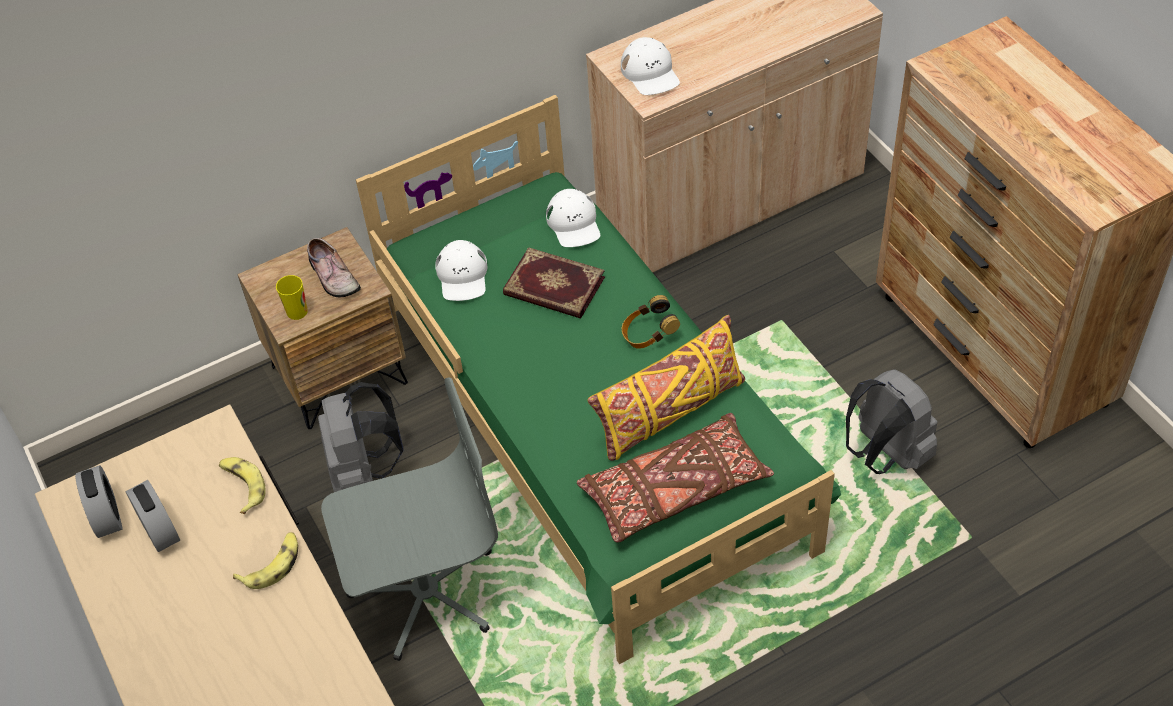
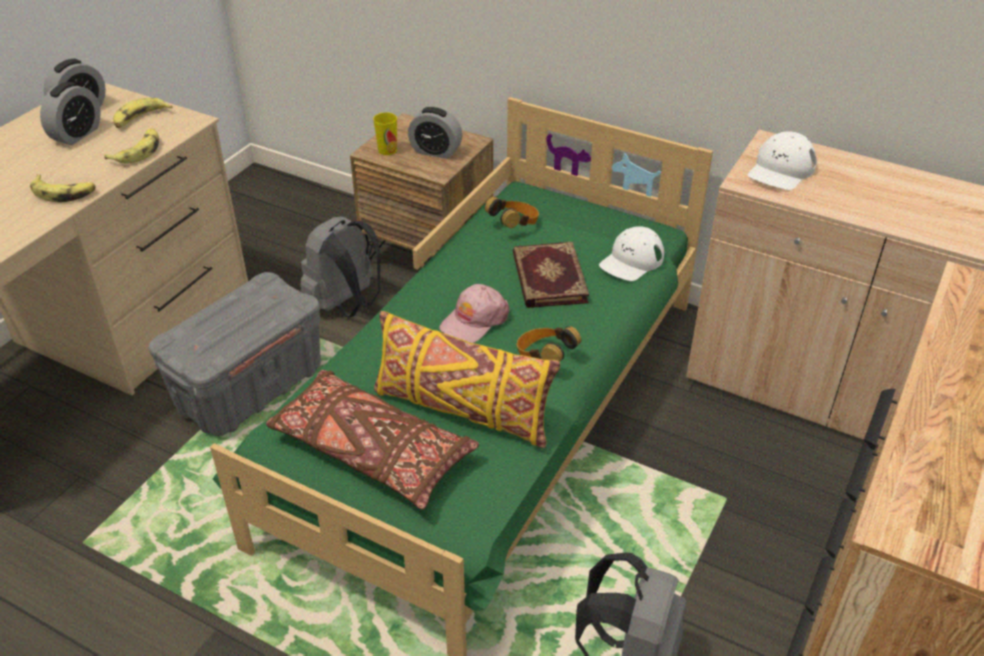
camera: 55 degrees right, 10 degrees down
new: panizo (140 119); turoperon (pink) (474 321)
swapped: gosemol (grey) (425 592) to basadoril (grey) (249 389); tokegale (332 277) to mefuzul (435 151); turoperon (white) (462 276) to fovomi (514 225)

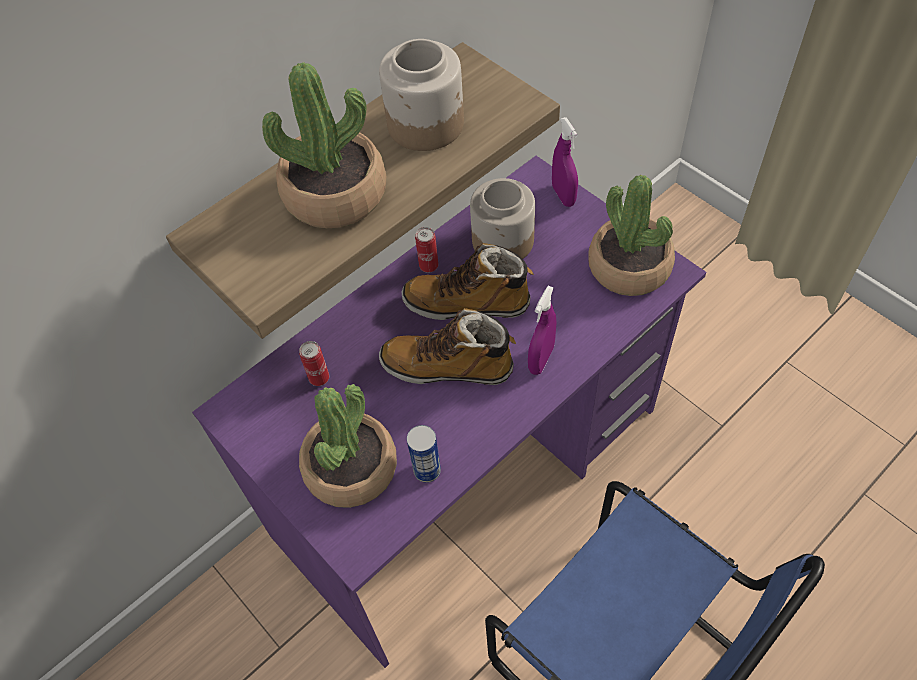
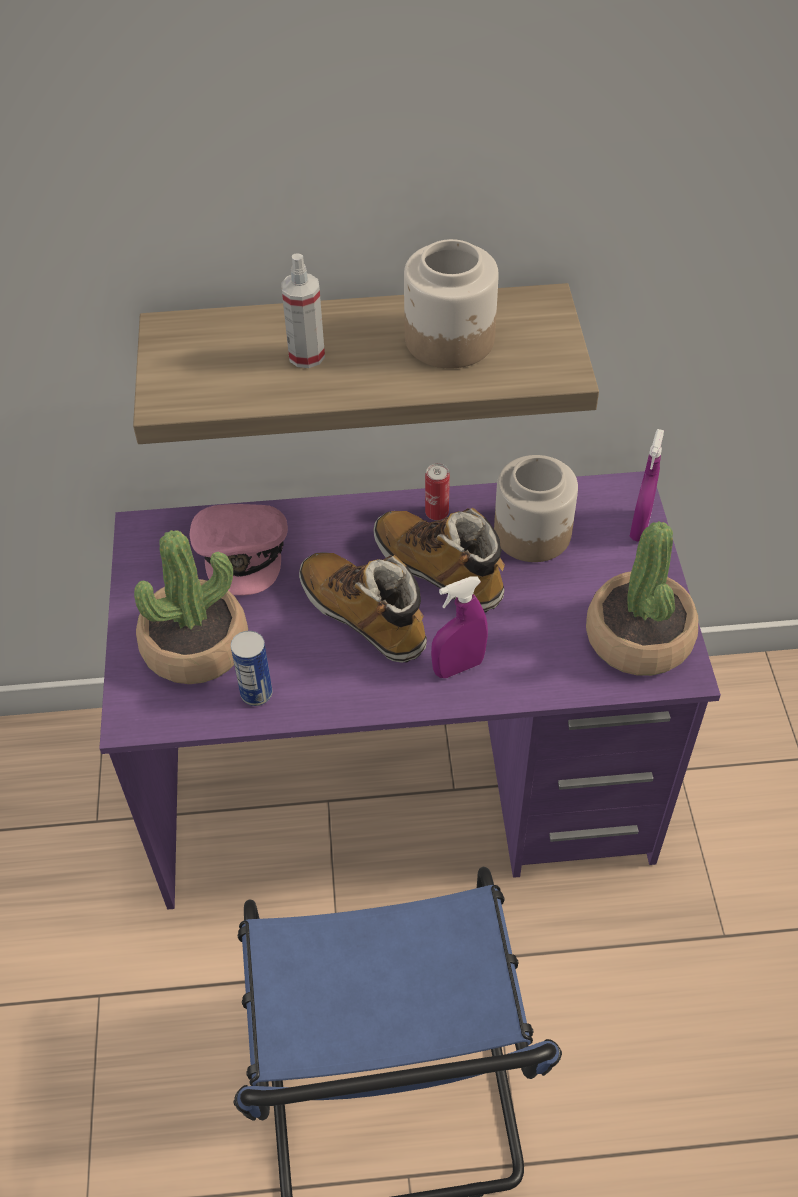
camera: 35 degrees right, 5 degrees down
swapped: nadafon (319 378) to turoperon (pink) (242 551); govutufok (335 194) to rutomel (306 355)

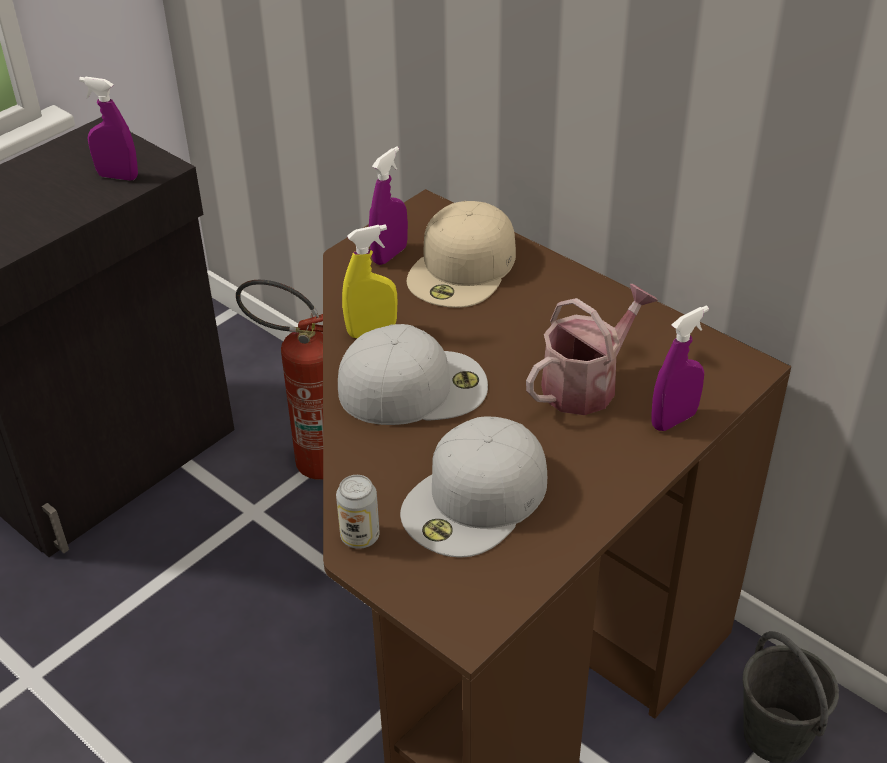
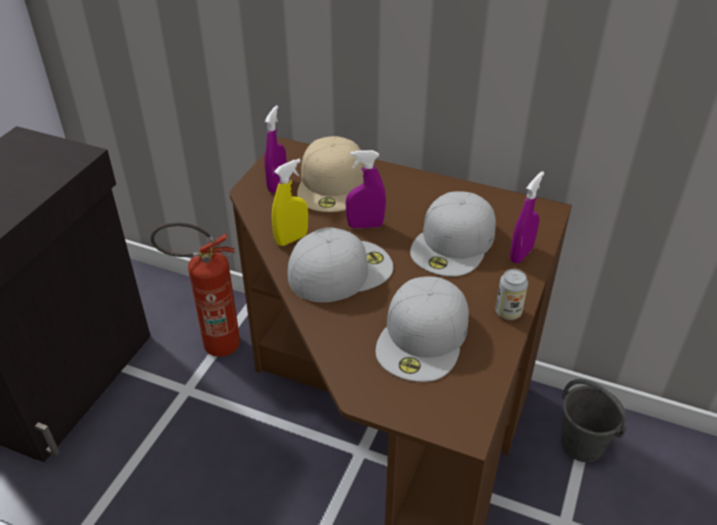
camera: 20 degrees left, 0 degrees up
shifted: rutomel (purple) (118 176) to (365 225); nadafon (360 536) to (508 312)
swapped: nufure (586 384) to turoperon (white) (454 243)

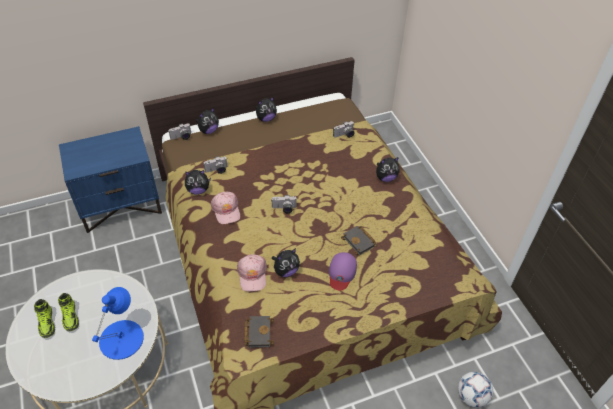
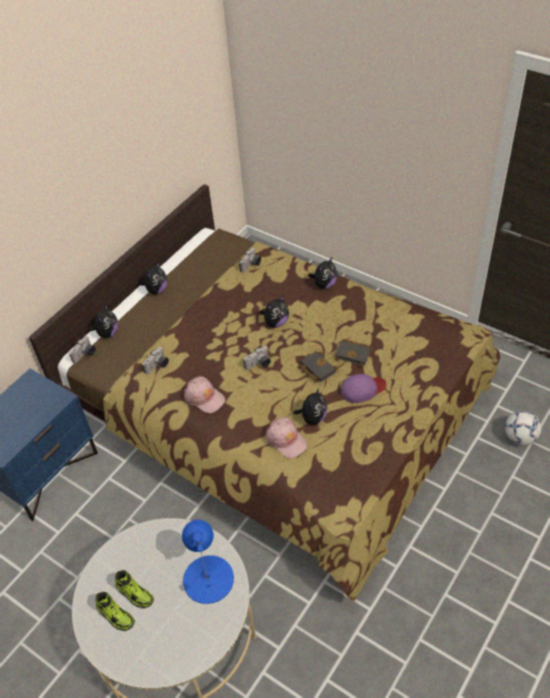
camera: 30 degrees left, 0 degrees up
shifted: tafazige (198 190) to (276 322); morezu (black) (258 332) to (316 369)
rotated: turoperon (purple) (342 272) = (362 389) 90 degrees counterclockwise

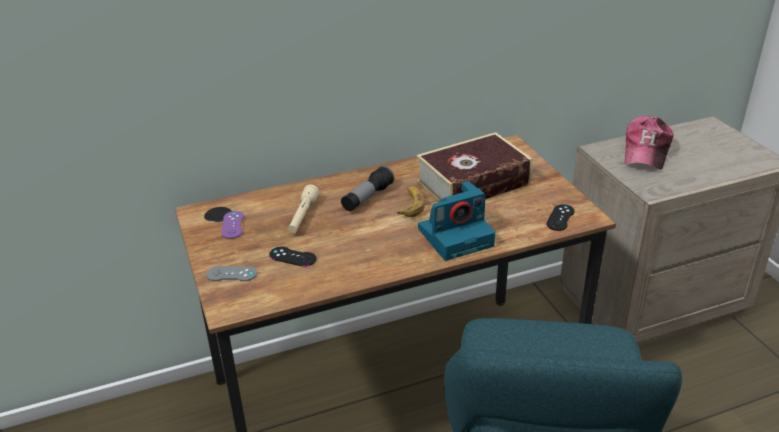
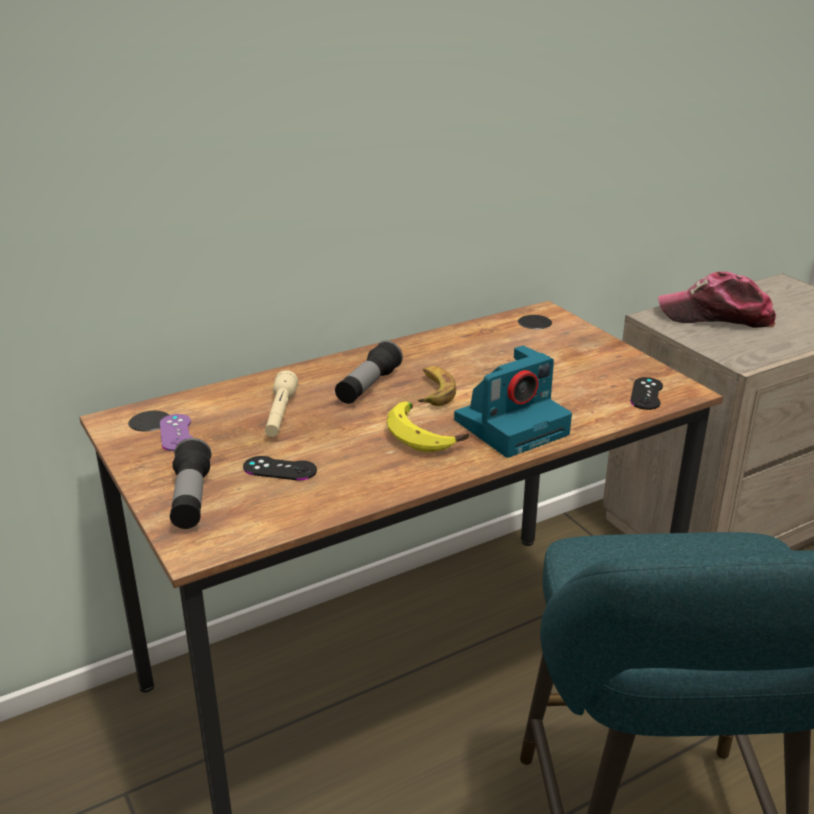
camera: 10 degrees left, 5 degrees down
gone: morezu (473 183)
new: panizo (426 434)
swapped: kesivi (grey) (231 274) to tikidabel (191 499)
rotated: turoperon (646 151) = (716 316) 90 degrees clockwise

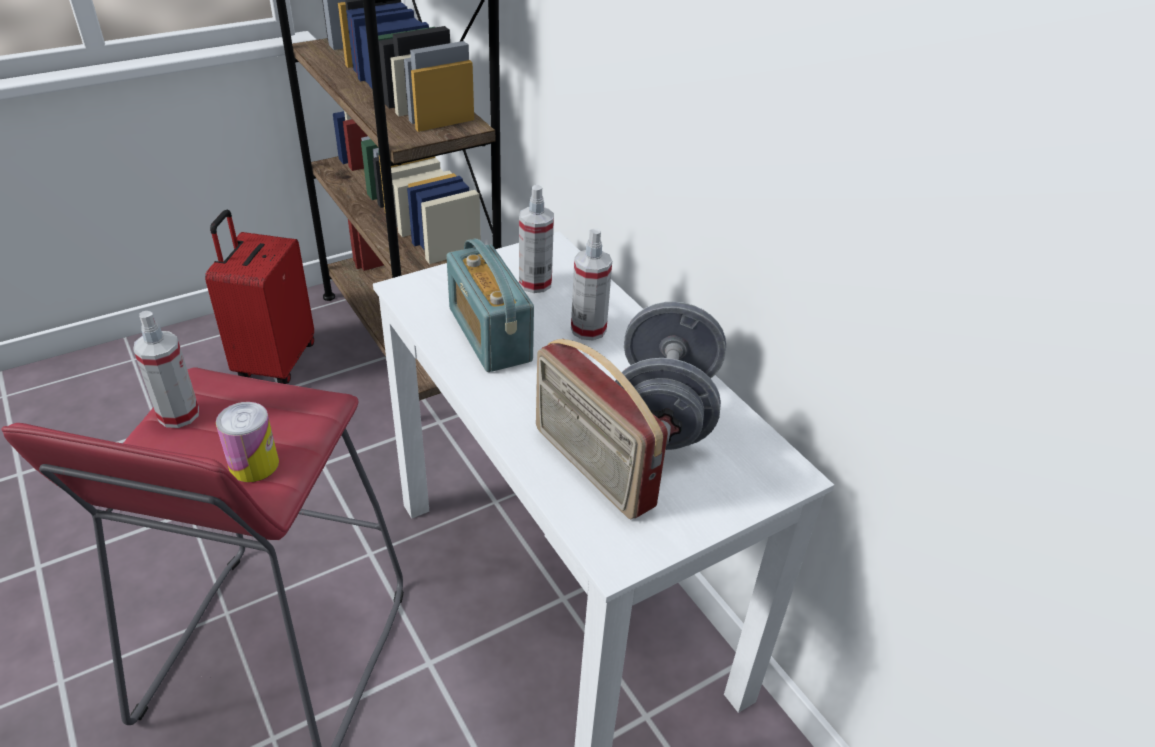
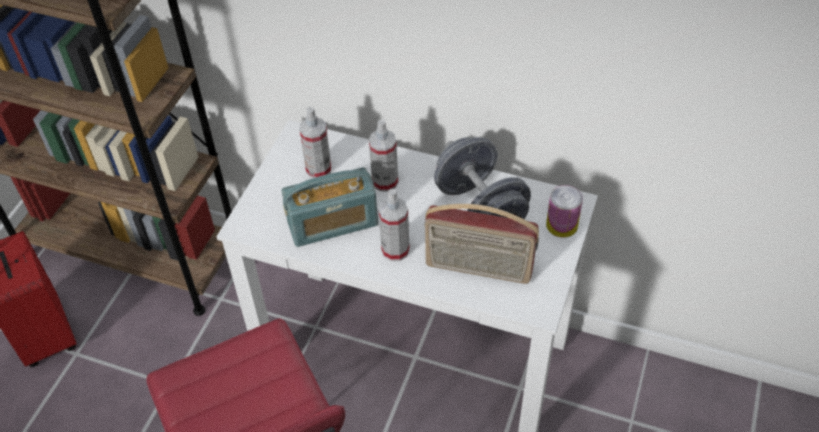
camera: 35 degrees left, 10 degrees up
shifted: rutomel (179 414) to (395 250); nadafon (254 464) to (562 225)
rotated: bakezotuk (489 334) = (332 224) 45 degrees counterclockwise

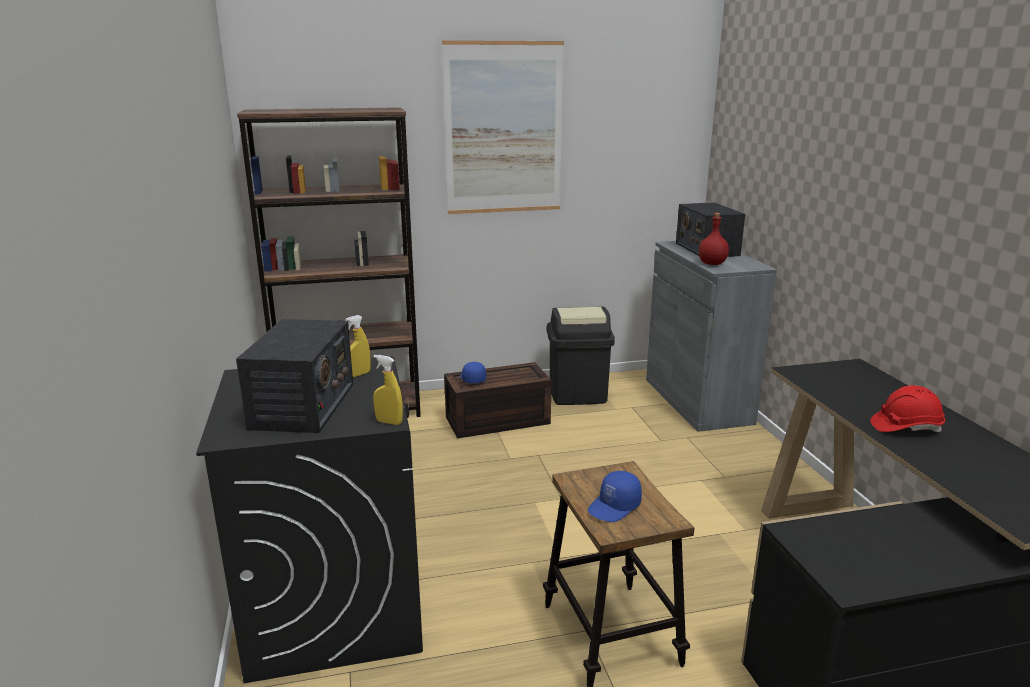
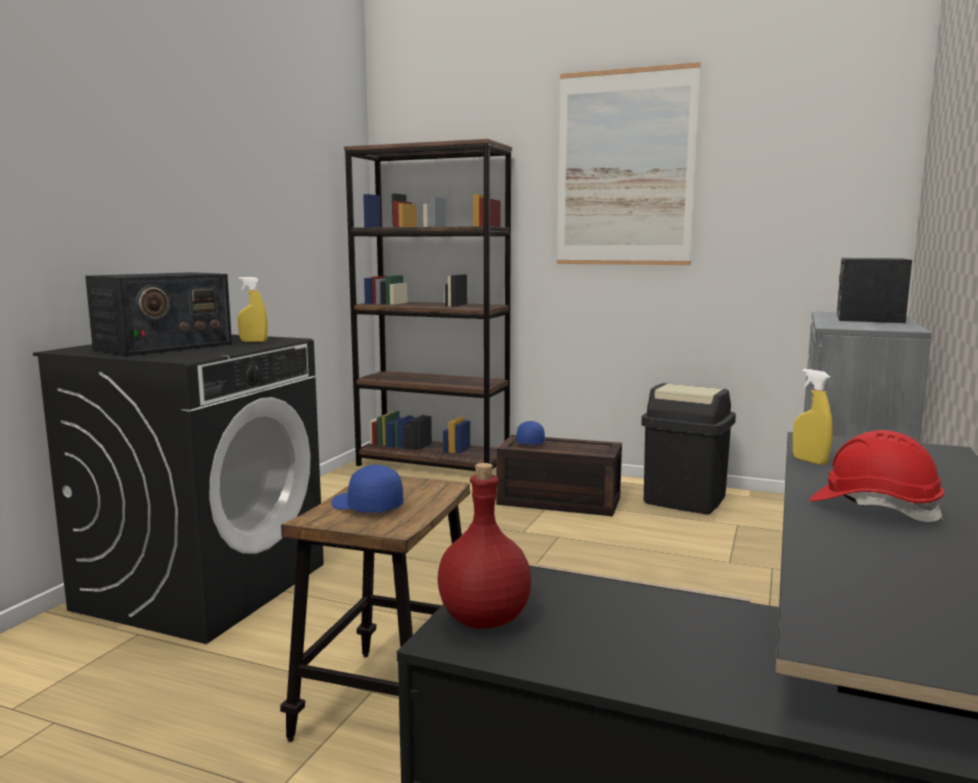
camera: 35 degrees right, 10 degrees down
shifted: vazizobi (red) (711 263) to (484 618); rutomel (yellow) (389 422) to (809 461)
rotated: turoperon (blue) (615 507) = (366 506) 45 degrees clockwise

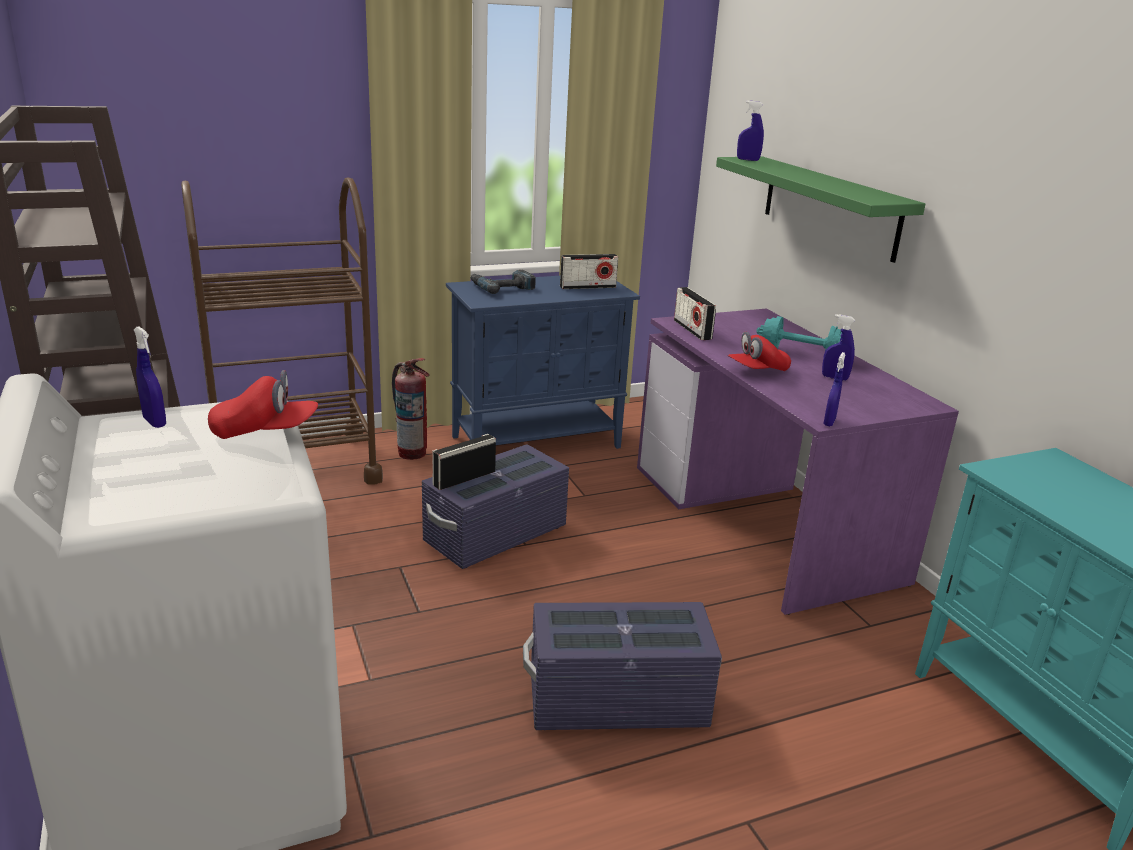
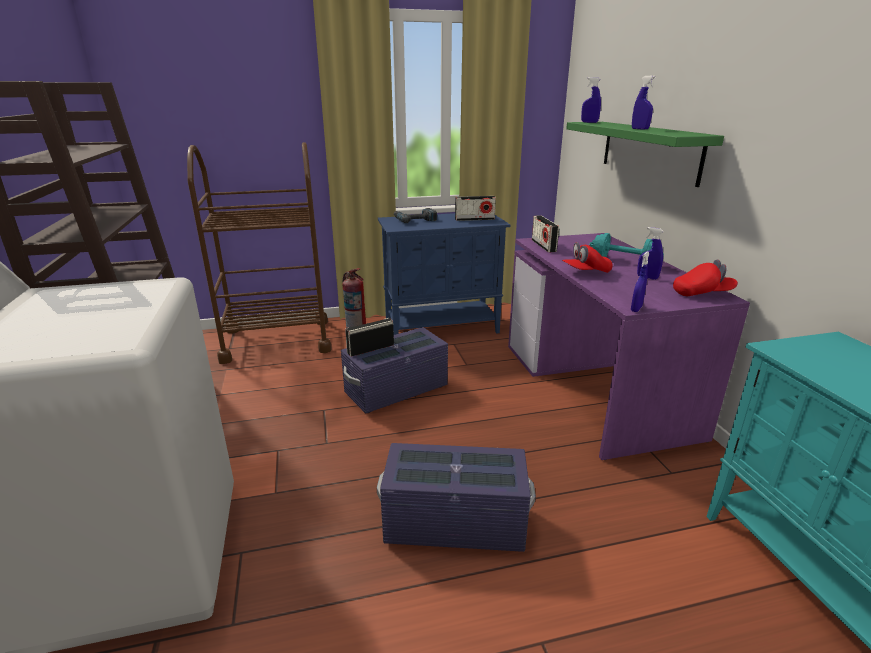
camera: 10 degrees right, 0 degrees up
shifted: rutomel (blue) (154 422) to (640 129); turoperon (red) (265 432) to (702 293)

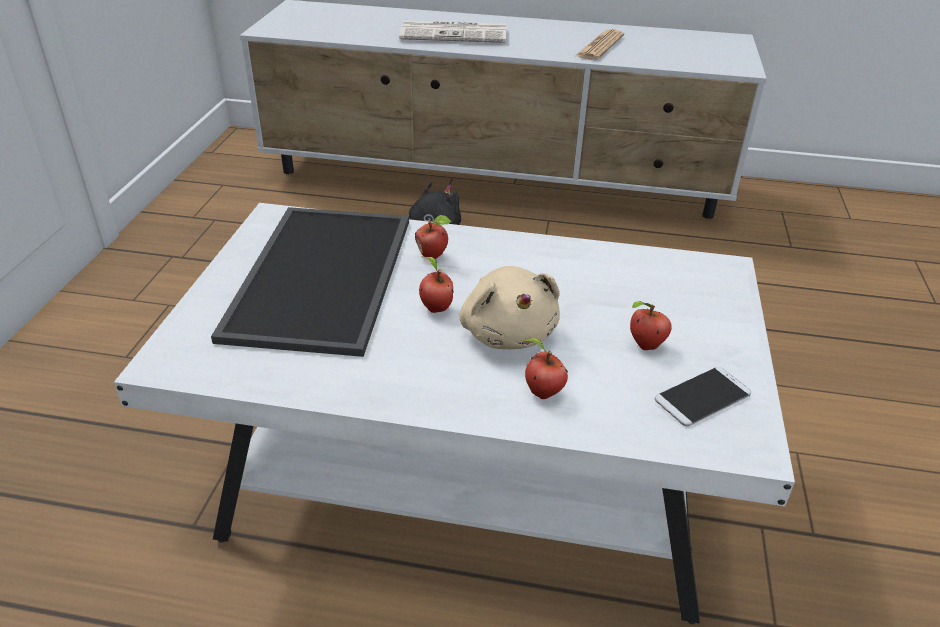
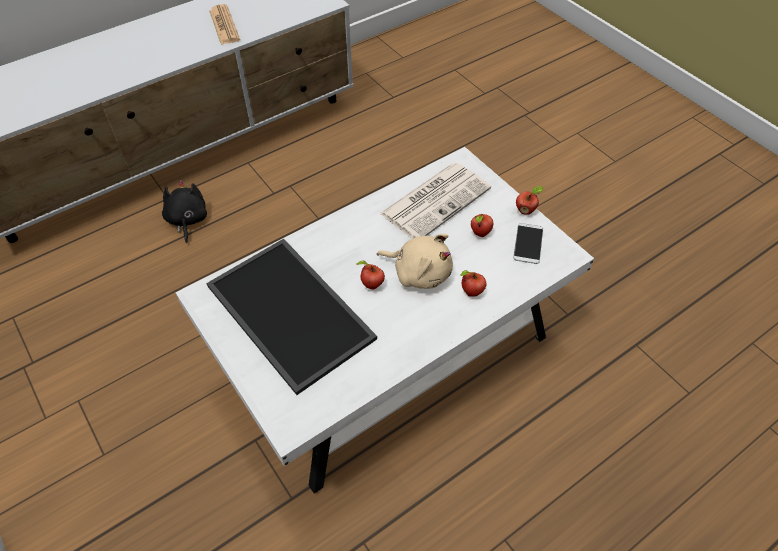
camera: 45 degrees left, 15 degrees up
shifted: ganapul (455 34) to (436 200); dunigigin (433 256) to (526 210)

